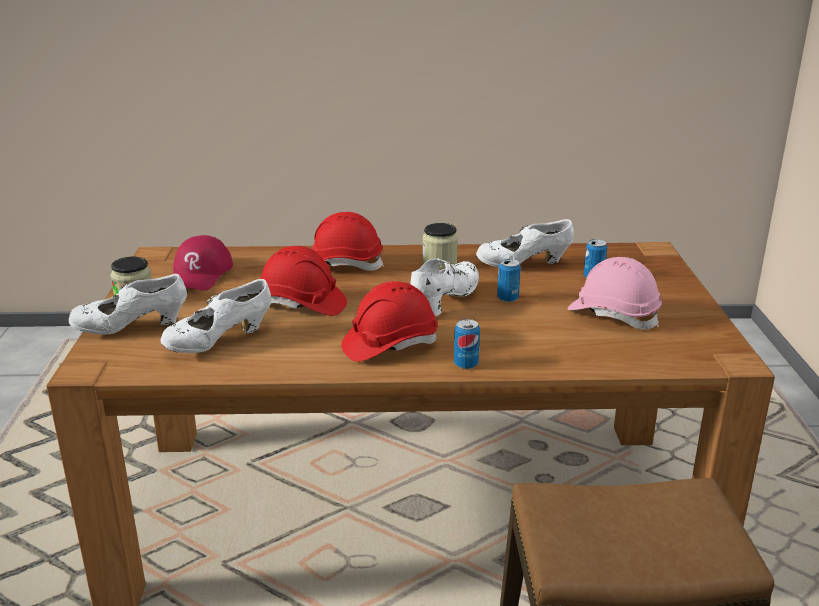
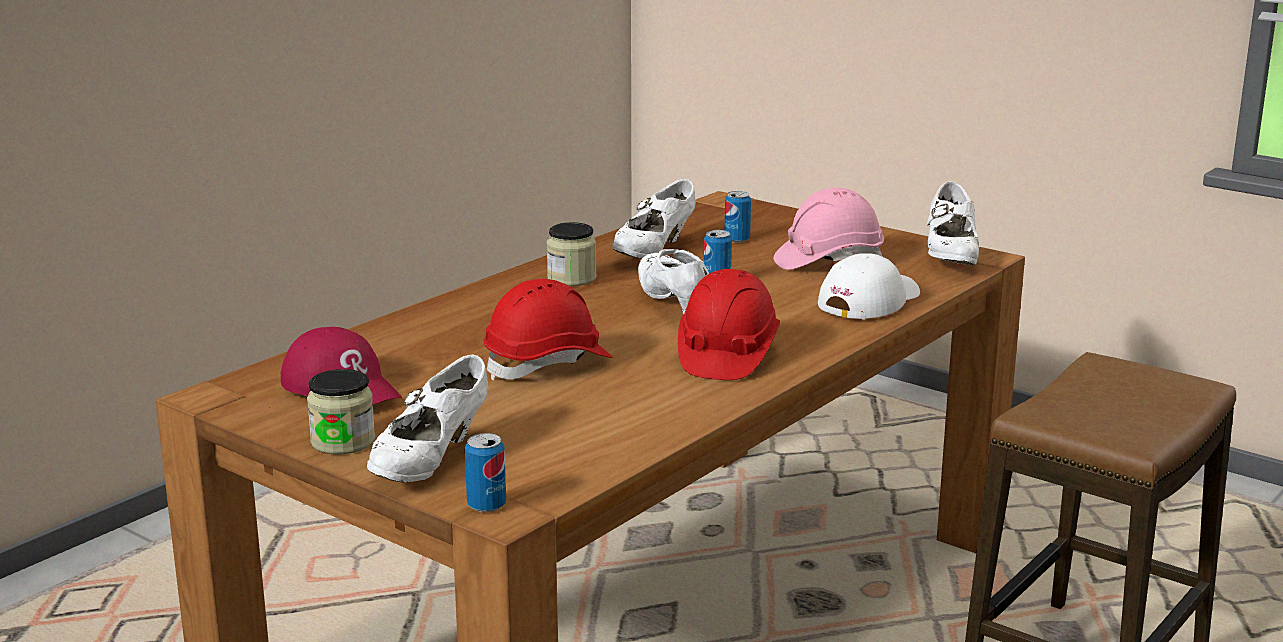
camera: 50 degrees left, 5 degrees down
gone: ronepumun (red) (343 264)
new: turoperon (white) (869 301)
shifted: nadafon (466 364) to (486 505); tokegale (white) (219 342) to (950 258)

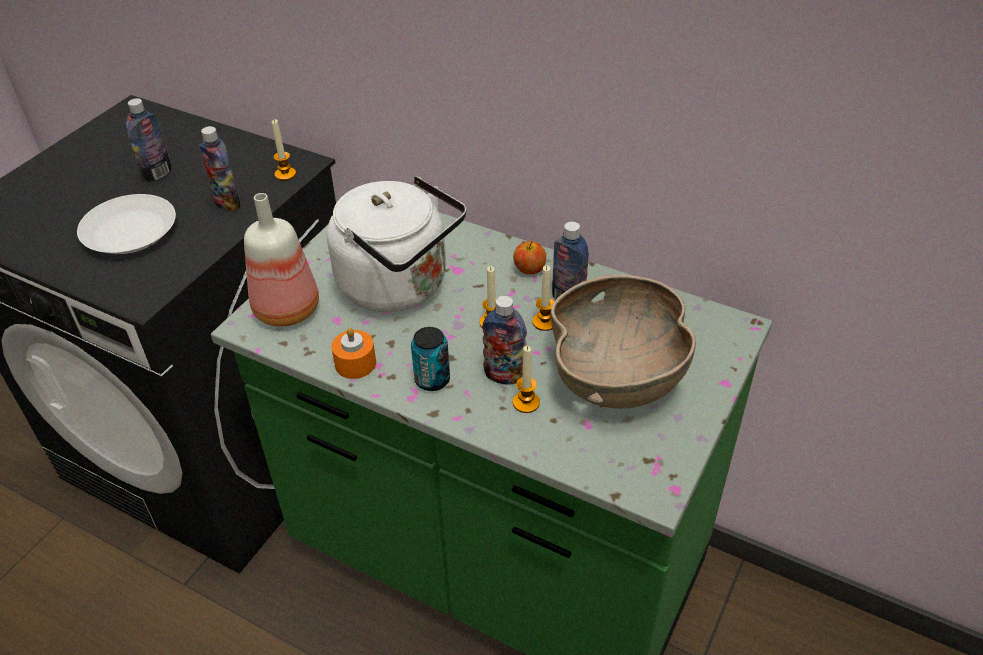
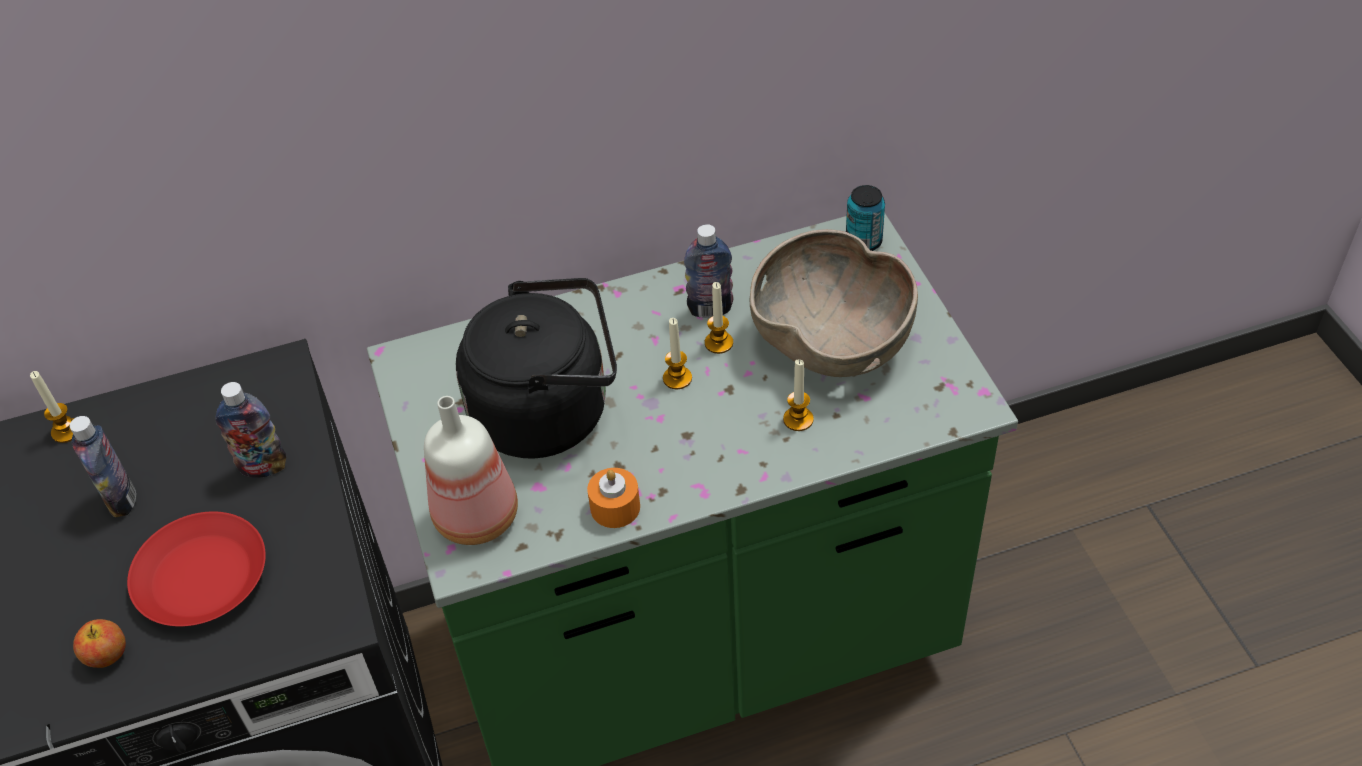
camera: 45 degrees left, 5 degrees up
gone: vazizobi (504 376)
shifted: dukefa (285 174) to (67 431); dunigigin (529 269) to (107 655); nadafon (432 380) to (863 242)
repainted: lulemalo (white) (129 233) to lulemalo (red) (202 578); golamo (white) (400 286) to golamo (black) (549 411)

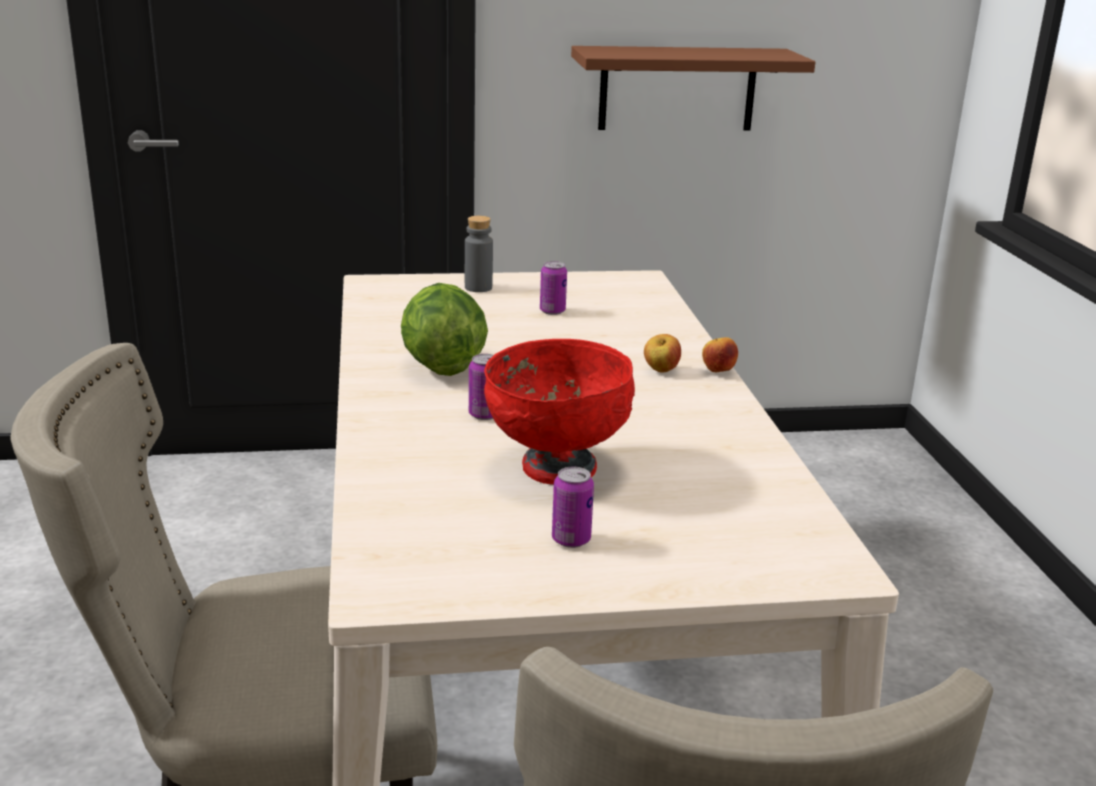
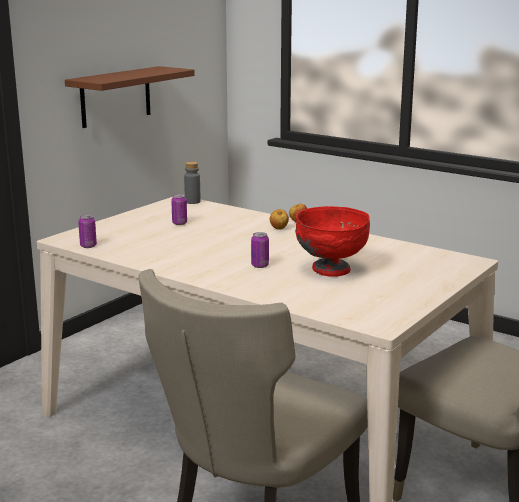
camera: 45 degrees left, 5 degrees down
gone: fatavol (441 366)
shifted: nadafon (571 540) to (88 246); vazizobi (grey) (478 288) to (192 202)

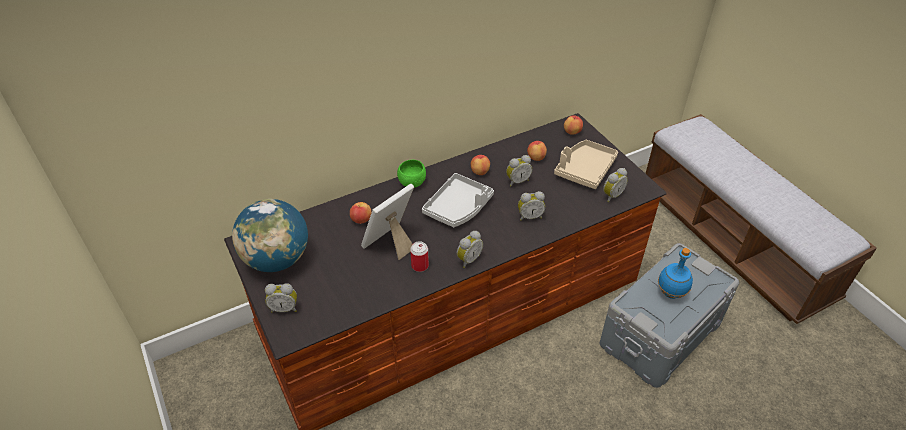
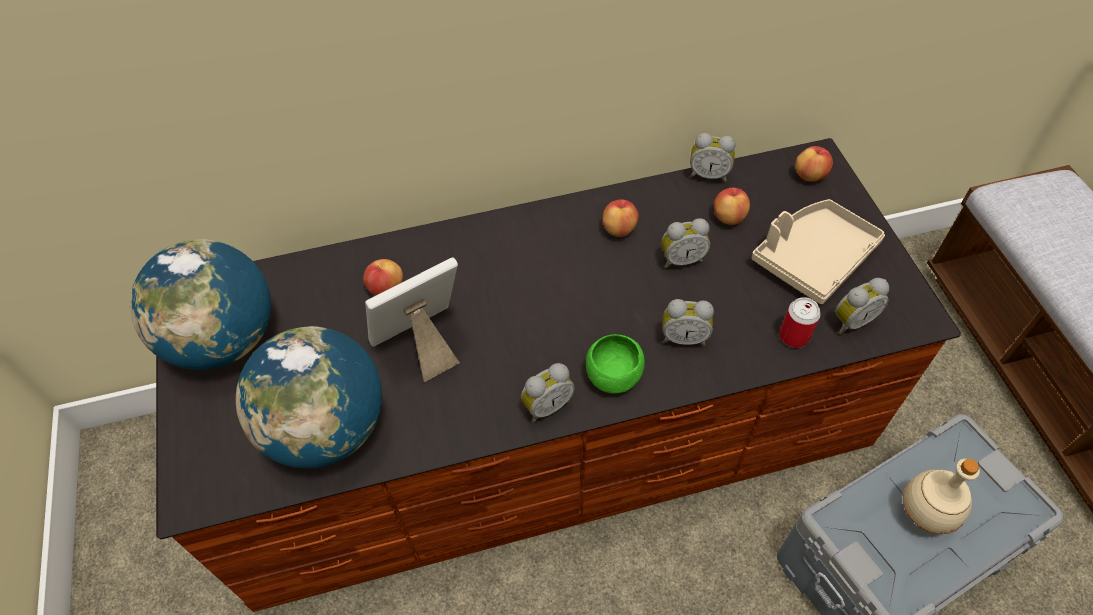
camera: 15 degrees right, 10 degrees up
gone: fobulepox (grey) (458 207)
new: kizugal (327 428)
shifted: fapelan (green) (412 182) to (613 376); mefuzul (284 308) to (708 174); nadafon (420 266) to (794 336)
repainted: vazizobi (blue) (671 292) to vazizobi (beige) (924 514)

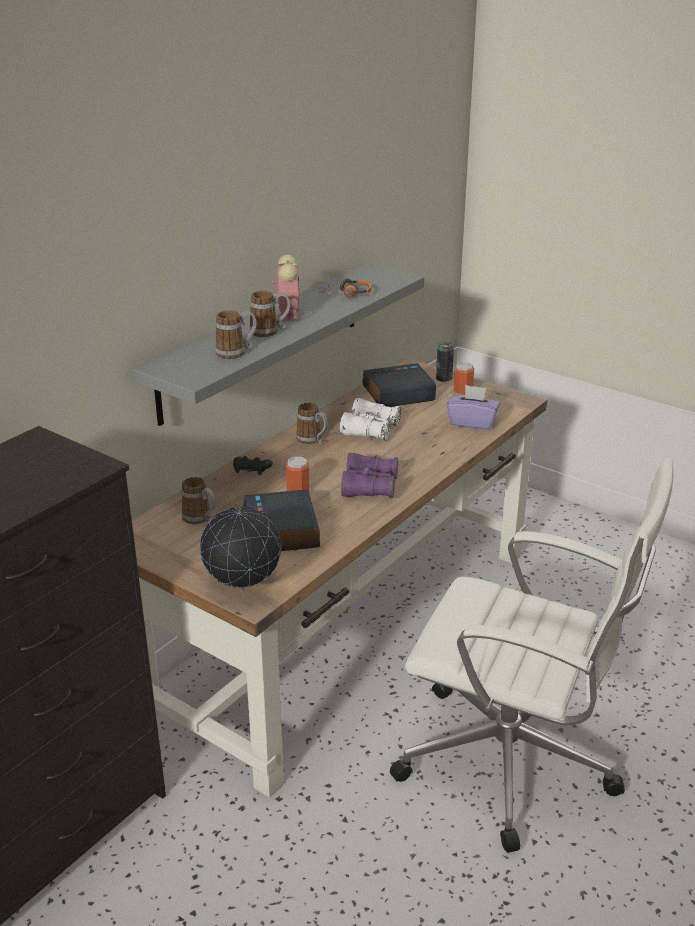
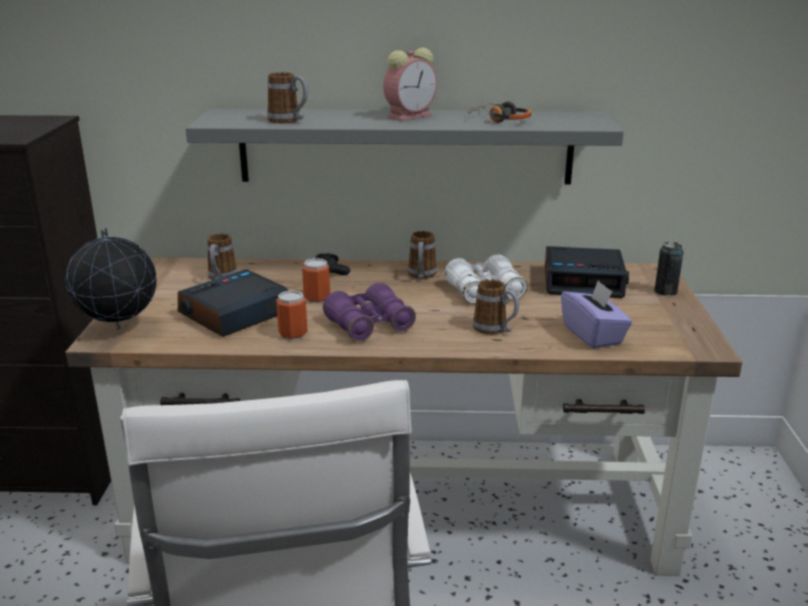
camera: 55 degrees right, 5 degrees down
shifted: nadafon (463 392) to (293 334); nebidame (270 331) to (495 330)
rotated: mefuzul (397 394) = (583 281) 150 degrees clockwise

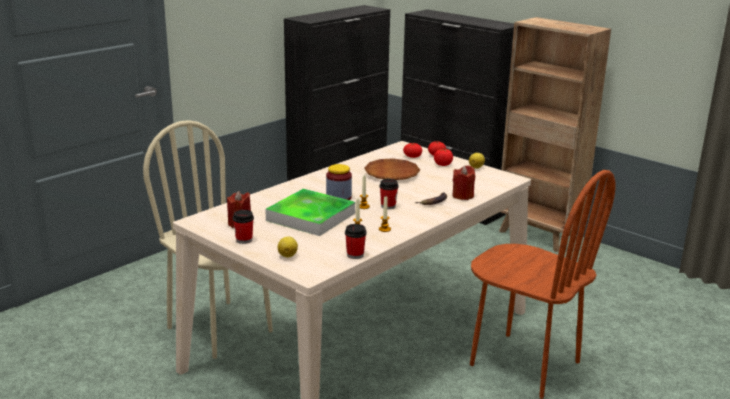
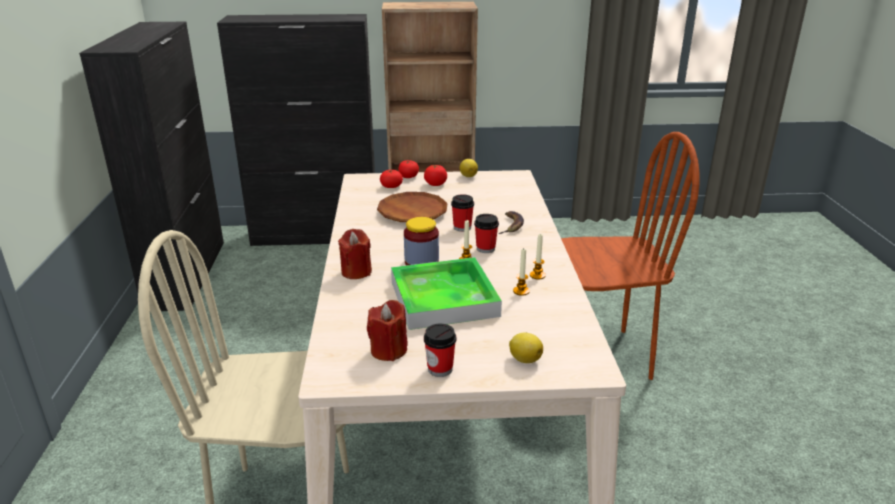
camera: 45 degrees left, 5 degrees up
shifted: dukefa (red) (463 196) to (356 272); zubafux (355 255) to (462 227)

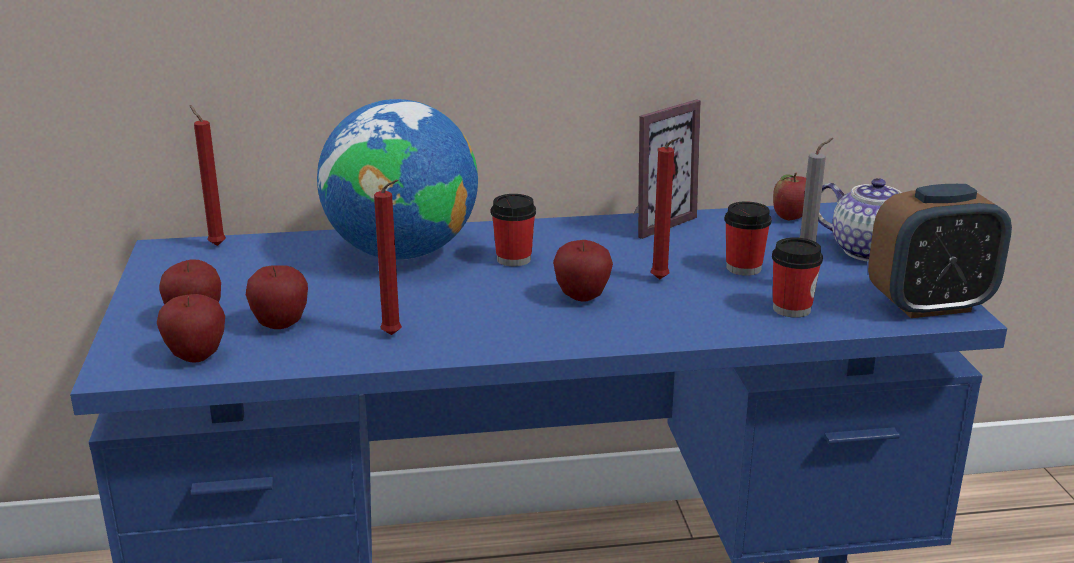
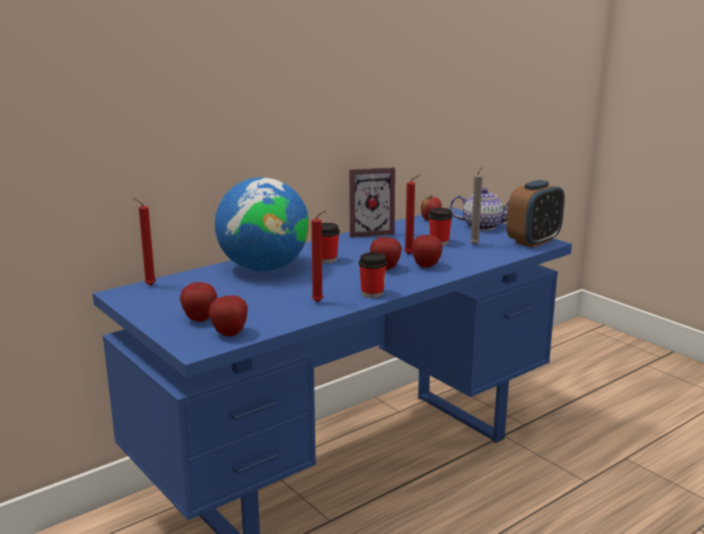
camera: 30 degrees left, 5 degrees down
shifted: zubafux (791 309) to (372 293); dunigigin (280 325) to (426 266)
rotated: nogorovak (652 221) = (369 232) 60 degrees clockwise

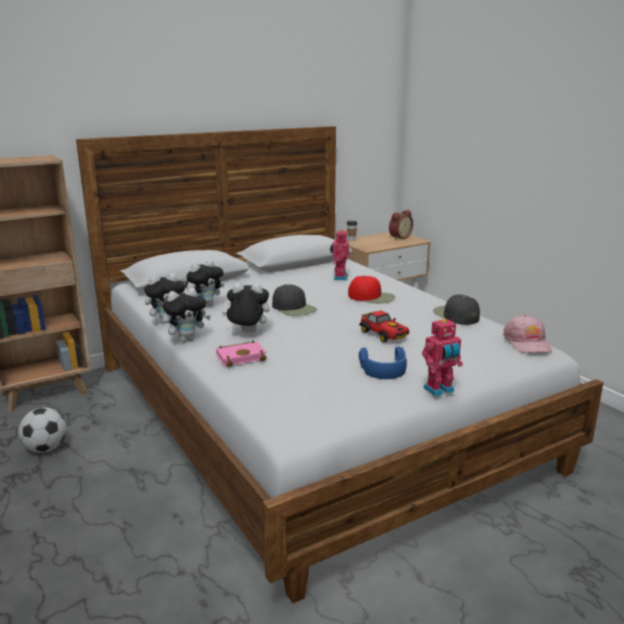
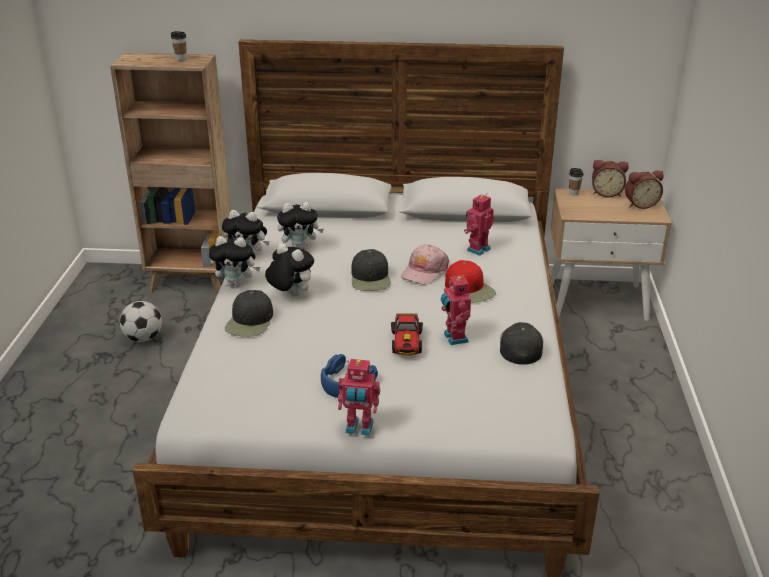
camera: 35 degrees right, 10 degrees up
new: zubafux (181 59); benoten (454 338); mefuzul (606 193)
shifted: turoperon (pink) (527 343) to (424 271)
swapped: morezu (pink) (242 357) to turoperon (black) (250 321)

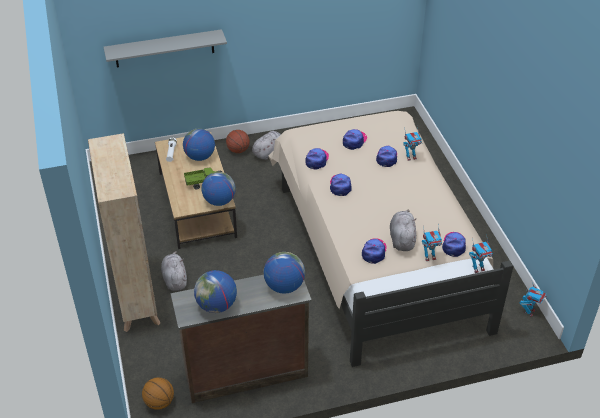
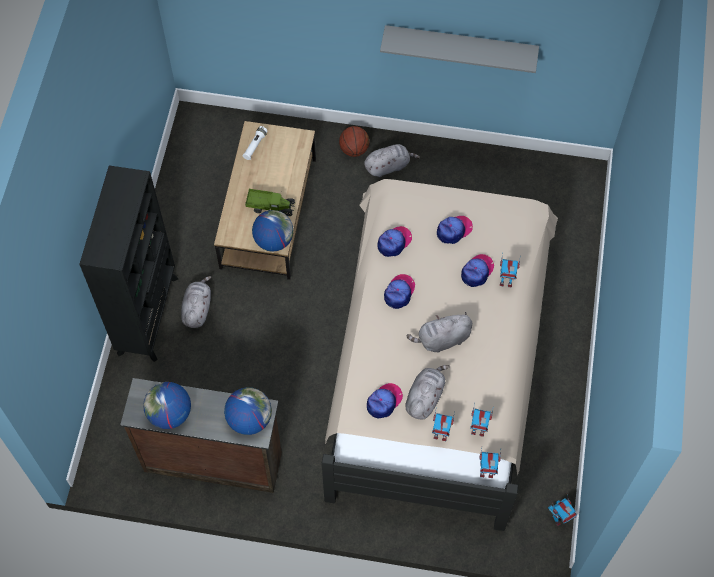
camera: 25 degrees right, 20 degrees up
gone: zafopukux (159 402); kizugal (200 157)
new: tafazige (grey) (442 339)
shifted: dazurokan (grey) (164 48) to (460 45)
swapped: turoperon (454 245) to benoten (478 430)
repainted: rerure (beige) (136 296) to rerure (black) (148 315)

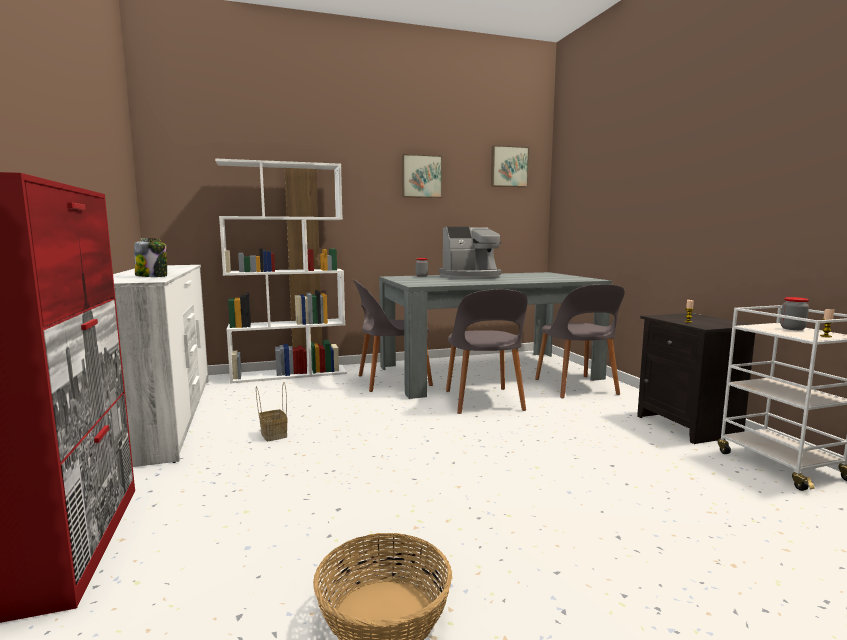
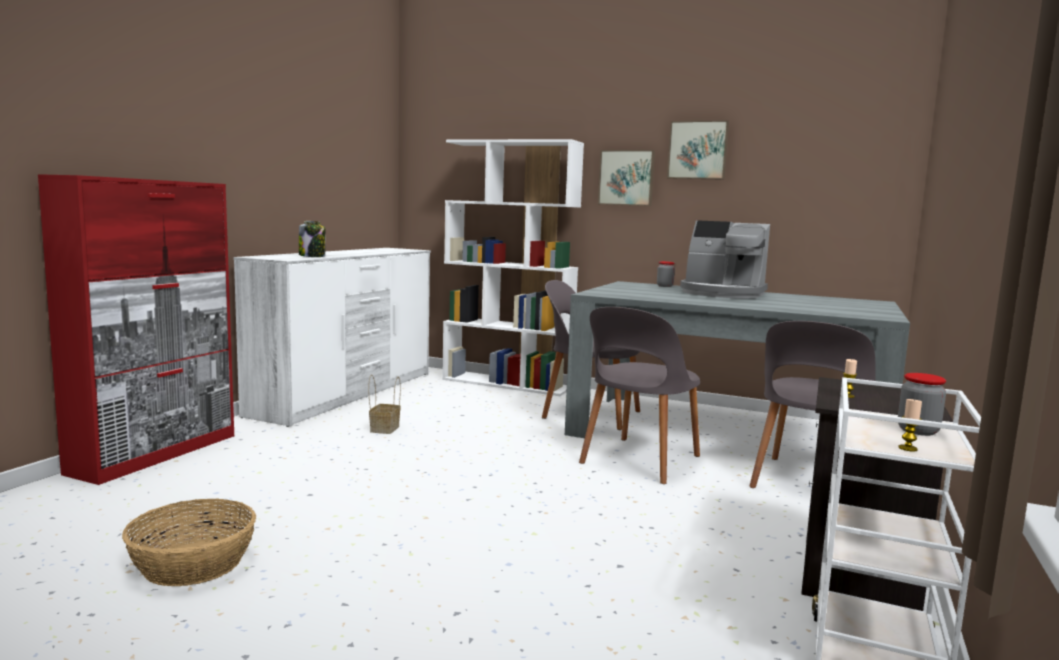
camera: 40 degrees right, 0 degrees up
shifted: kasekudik (509 166) to (626 178)

